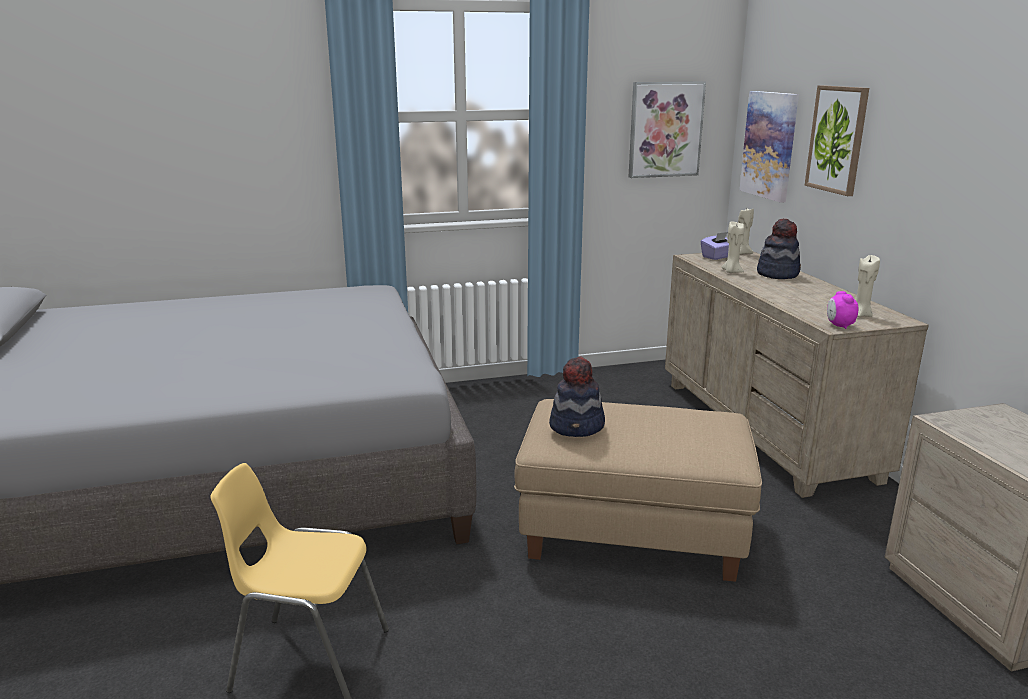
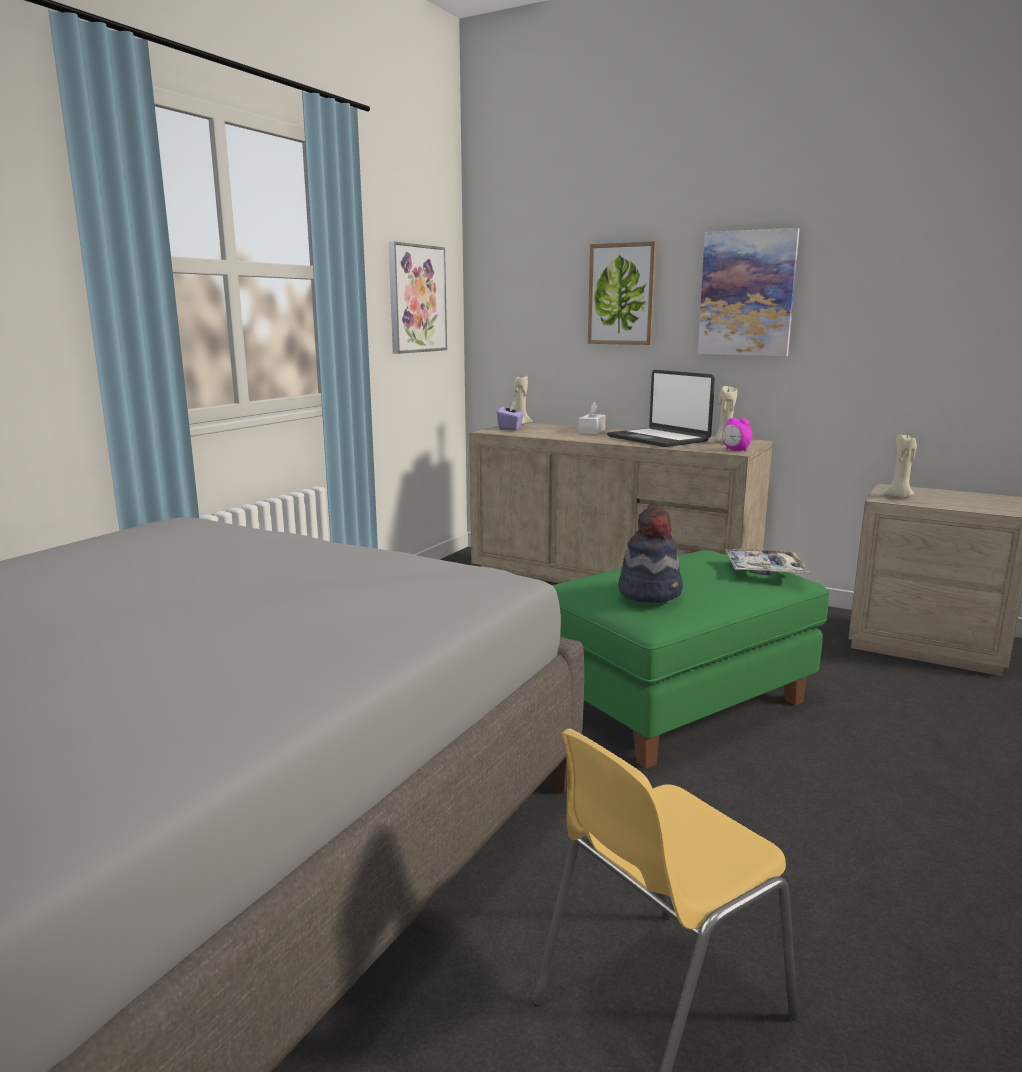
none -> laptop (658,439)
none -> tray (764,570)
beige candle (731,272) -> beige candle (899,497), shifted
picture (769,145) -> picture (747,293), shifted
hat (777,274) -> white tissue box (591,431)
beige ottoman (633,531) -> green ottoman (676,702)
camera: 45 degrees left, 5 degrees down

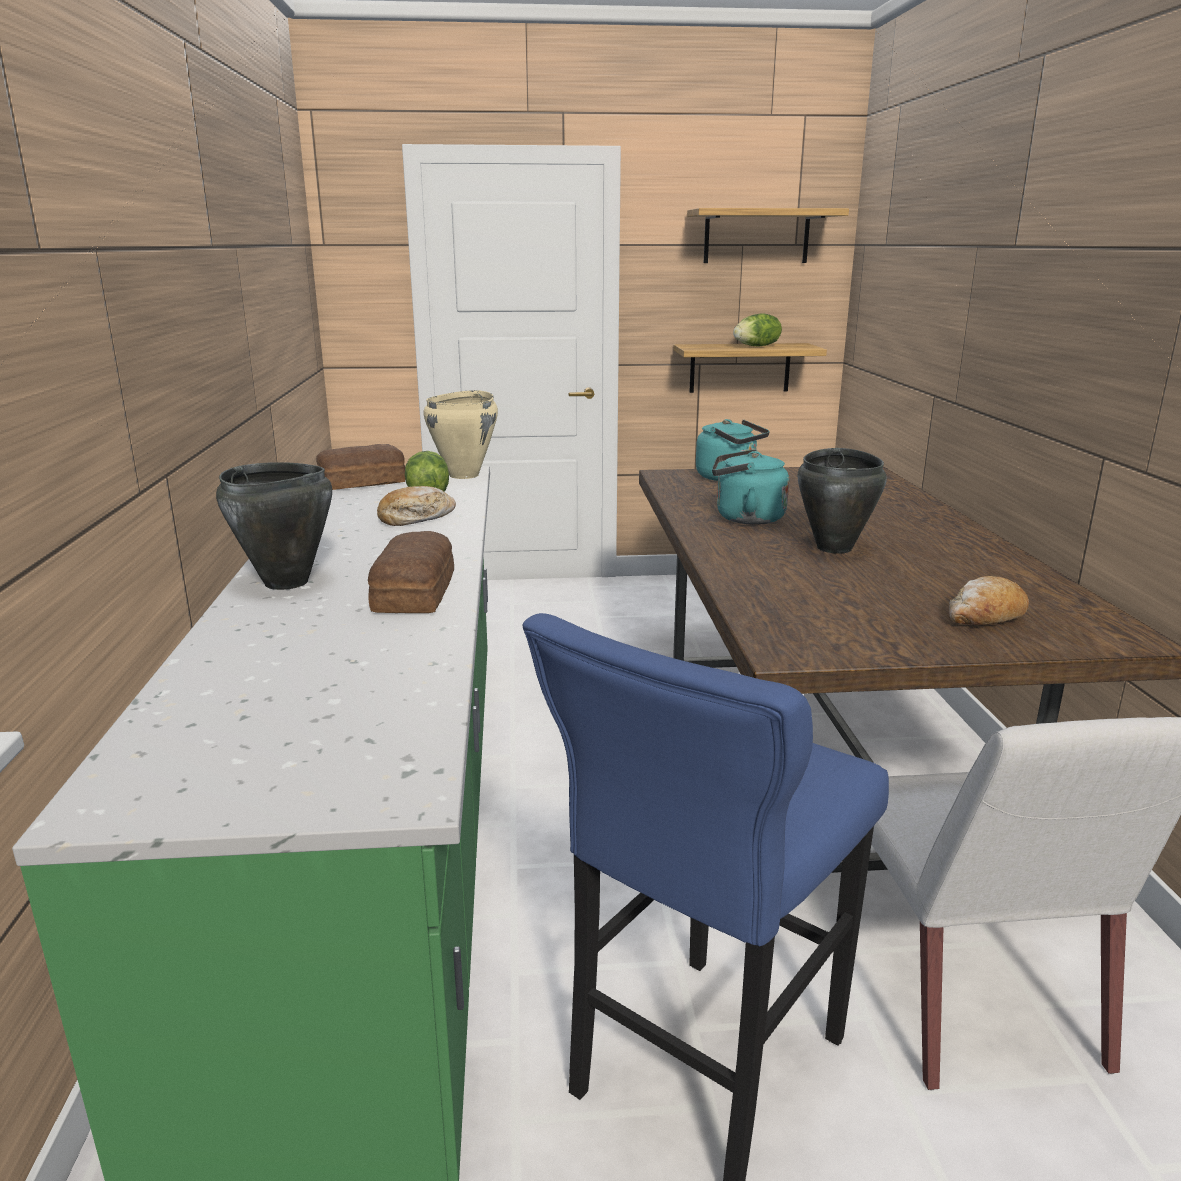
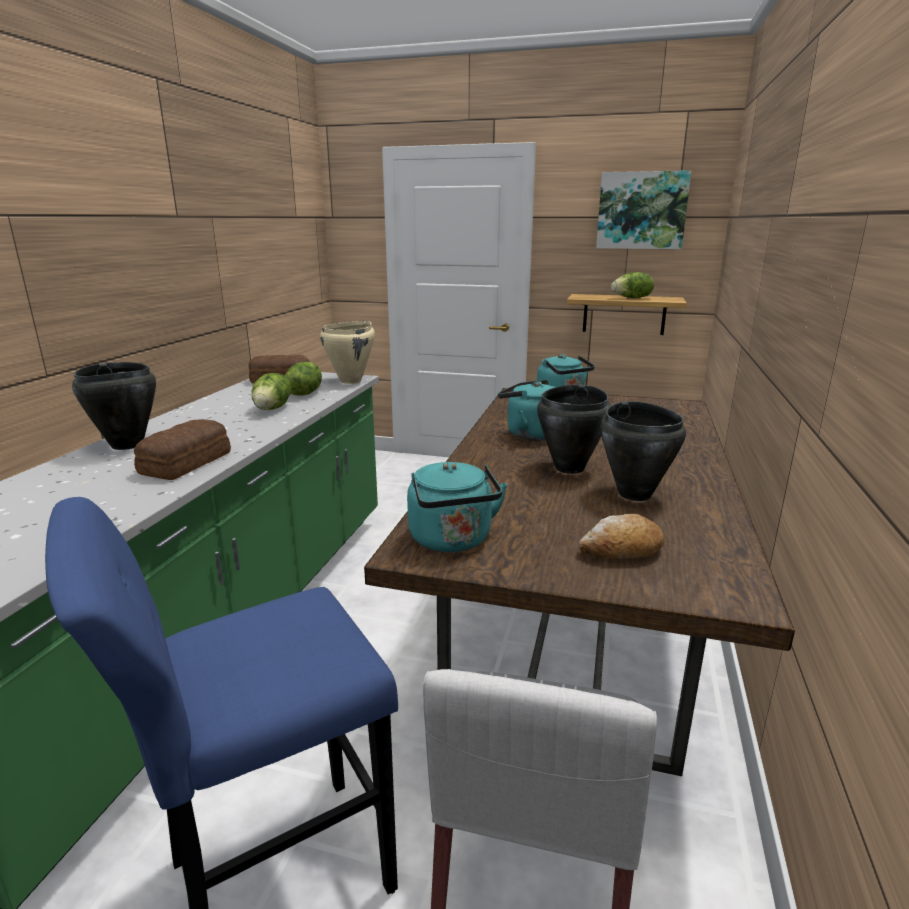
none -> turquoise kettle (452,541)
none -> black cooking pot (635,494)
bread (416,518) -> lettuce (273,408)
shelf (756,236) -> picture (641,210)
camera: 20 degrees right, 0 degrees up

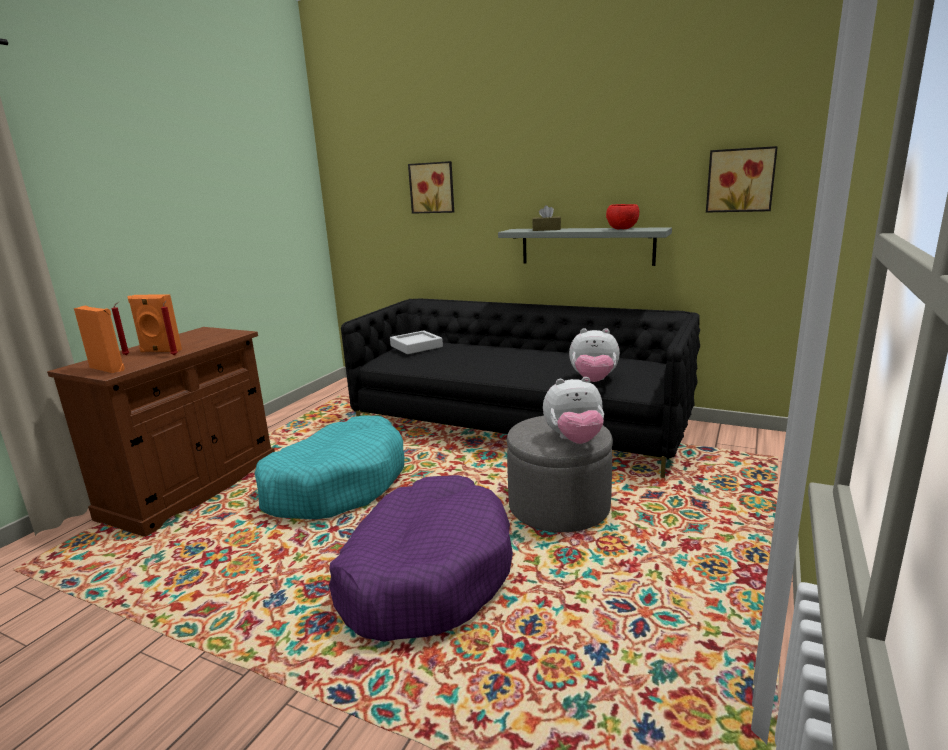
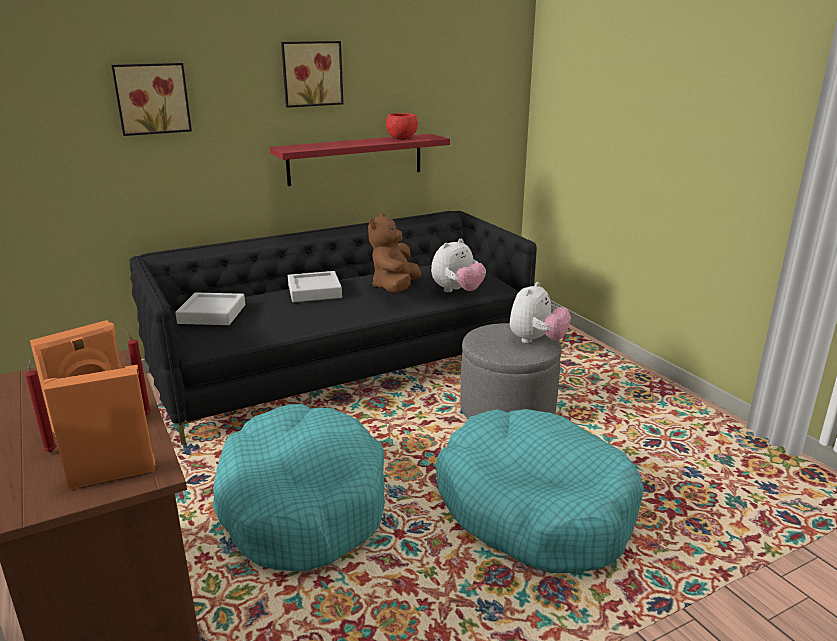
brown tissue box (546,229) -> none
none -> grey tray (314,291)
none -> brown plush toy (395,288)
picture (740,180) -> picture (311,73), shifted
purple dog bed (425,574) -> turquoise dog bed (534,507)
grey shelf (586,246) -> red shelf (355,159)
camera: 55 degrees left, 5 degrees up

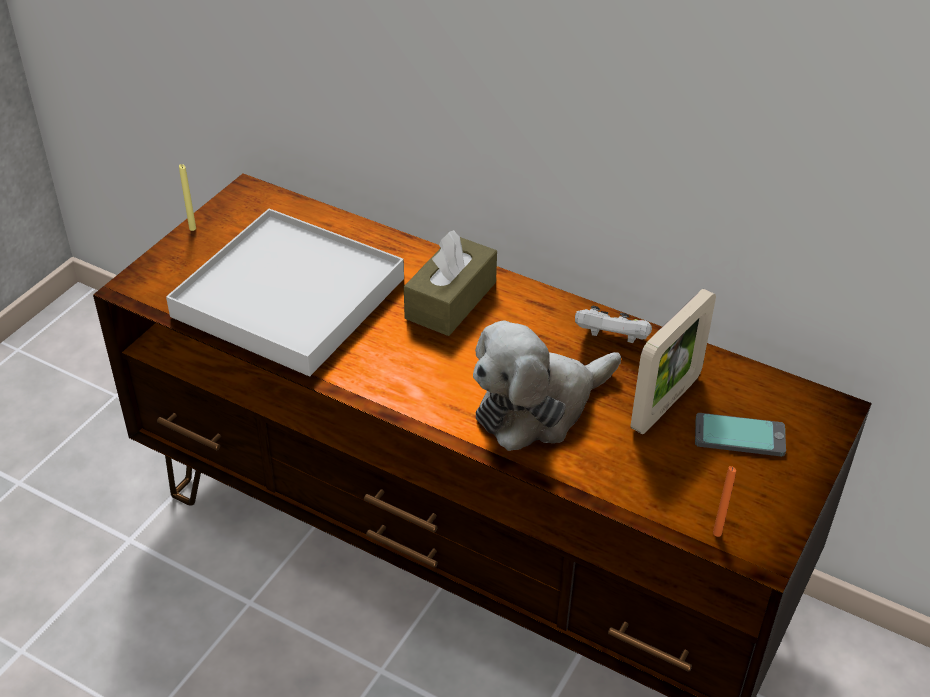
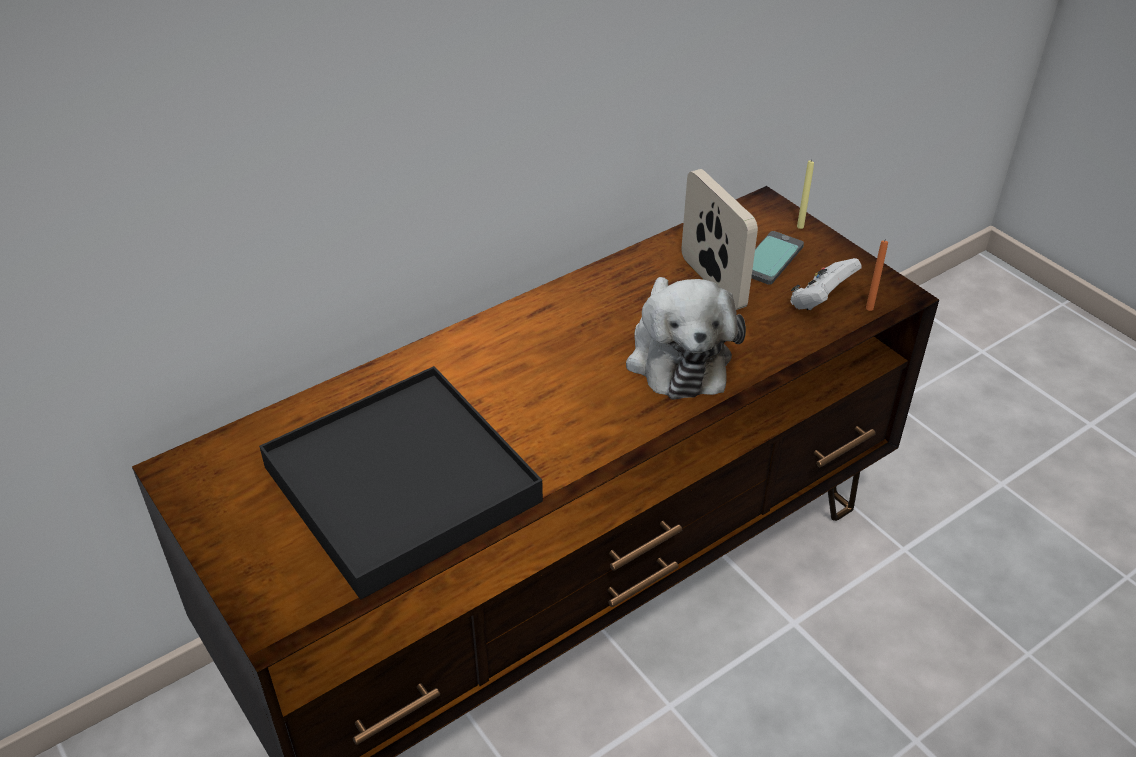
brown tissue box (451,300) -> none
yellow candle (192,228) -> yellow candle (800,226), shifted
white game controller (612,340) -> white game controller (820,301), shifted
white tray (288,297) -> black tray (401,485)
camera: 65 degrees left, 0 degrees up

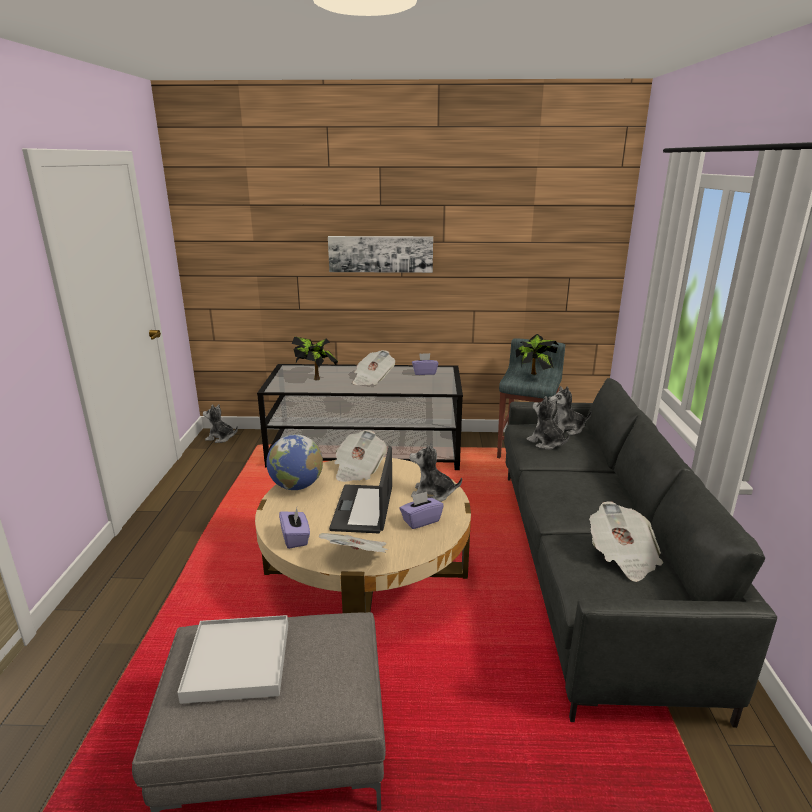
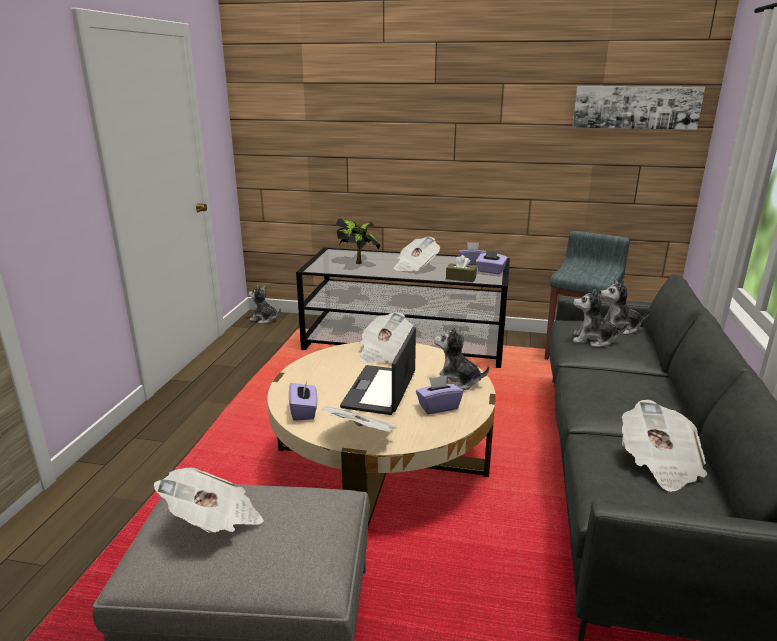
globe (296,486) -> none
potted plant (533,376) -> none
none -> brown tissue box (461,278)
none -> purple tissue box (490,271)
picture (380,254) -> picture (635,107), shifted
white tray (238,661) -> newspaper (214,521)
plush toy (546,443) -> plush toy (593,340), 45 degrees counterclockwise
camera: 10 degrees right, 0 degrees up

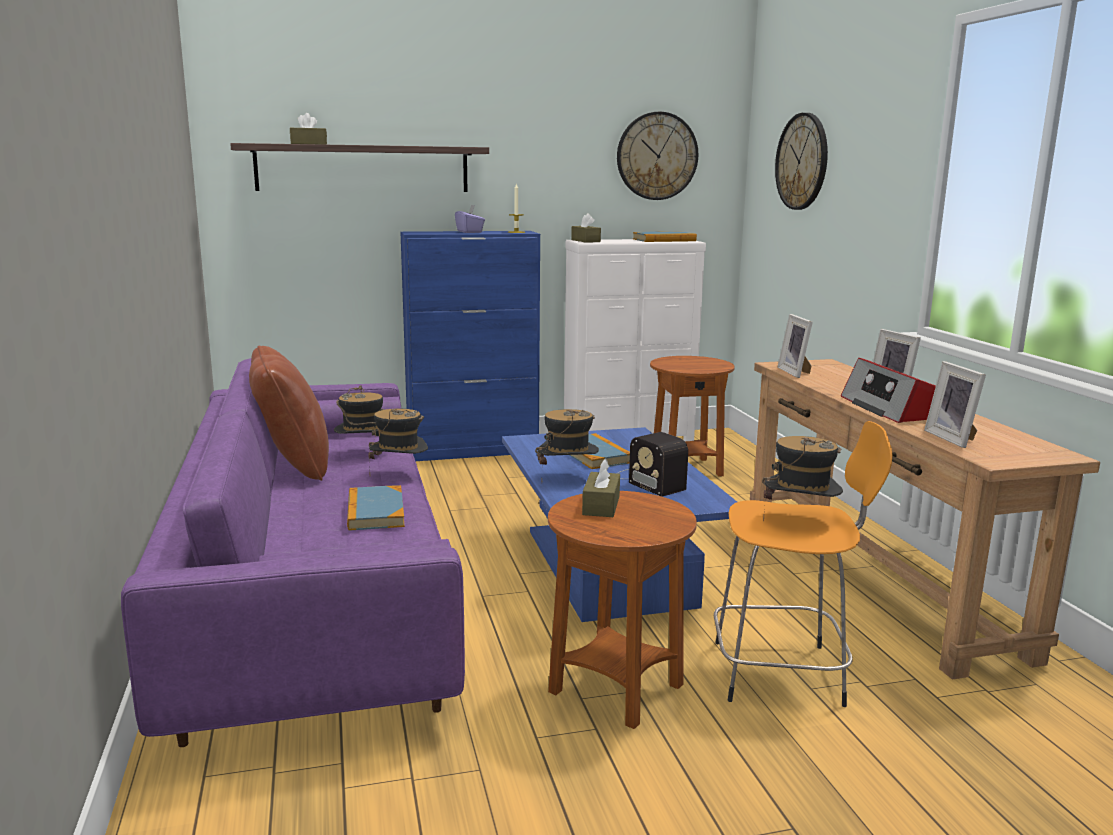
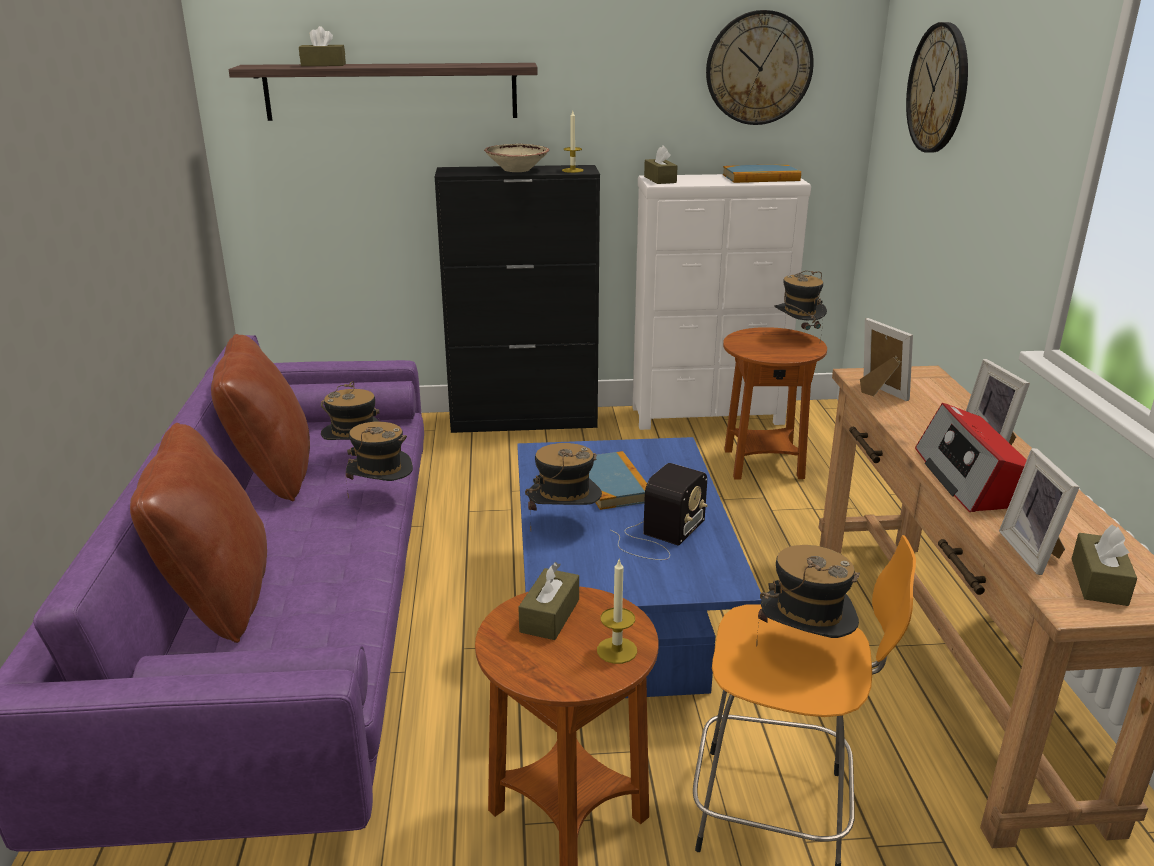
book (375,512) -> none
none -> brown pillow (219,598)
none -> candle (617,650)
none -> hat (797,336)
none -> brown tissue box (1099,582)
purple tissue box (470,232) -> beige bowl (517,170)
blue cabinet (474,451) -> black cabinet (524,420)
radio (647,480) -> radio (659,535), 120 degrees counterclockwise
picture frame (796,372) -> picture frame (878,393), 150 degrees clockwise
camera: 10 degrees right, 10 degrees up

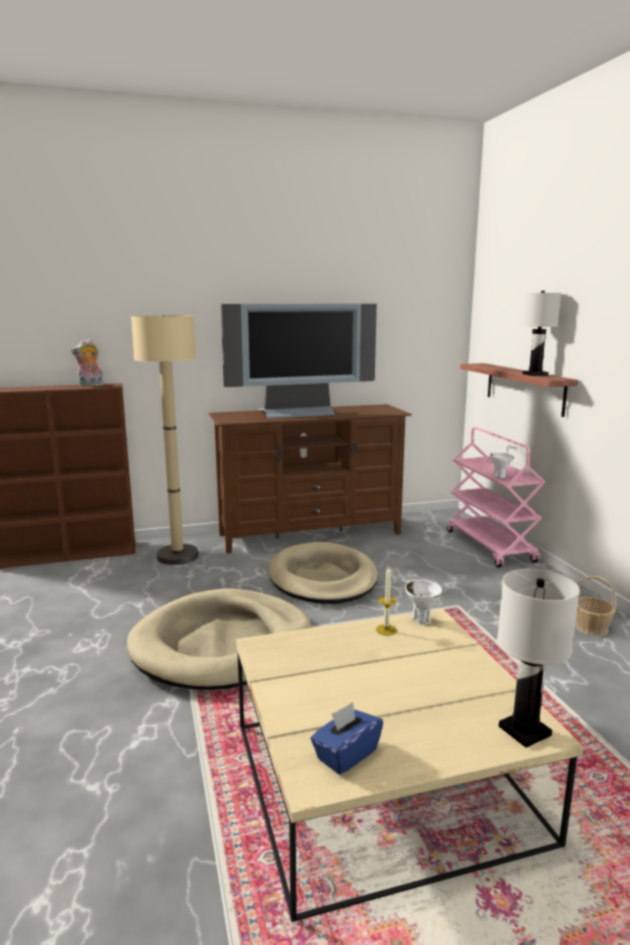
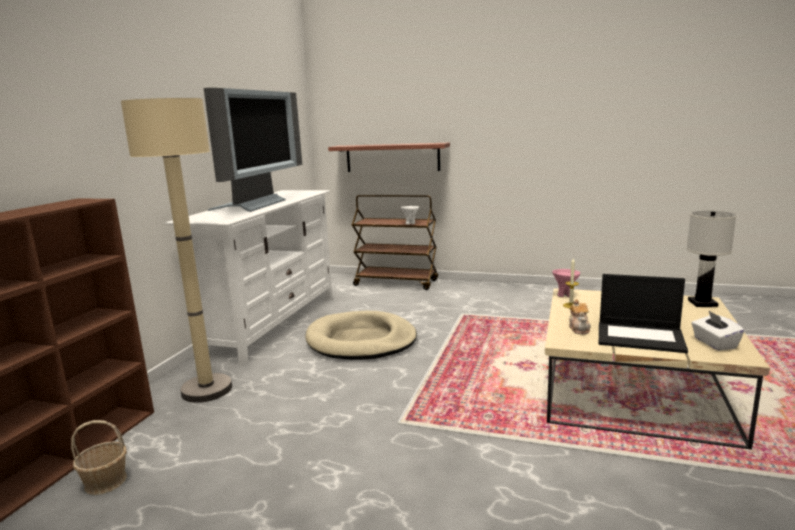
plush toy (90,385) -> none
beige dog bed (222,644) -> none
white table lamp (535,374) -> none
none -> teapot (579,328)
none -> laptop (641,337)
basket (591,628) -> basket (106,482), shifted
brown tv stand (310,533) -> white tv stand (272,324)
blue tissue box (346,754) -> white tissue box (714,343)
white bowl (421,619) -> pink bowl (564,295)
pink cart (490,546) -> brown cart (396,283)
camera: 55 degrees left, 0 degrees up

